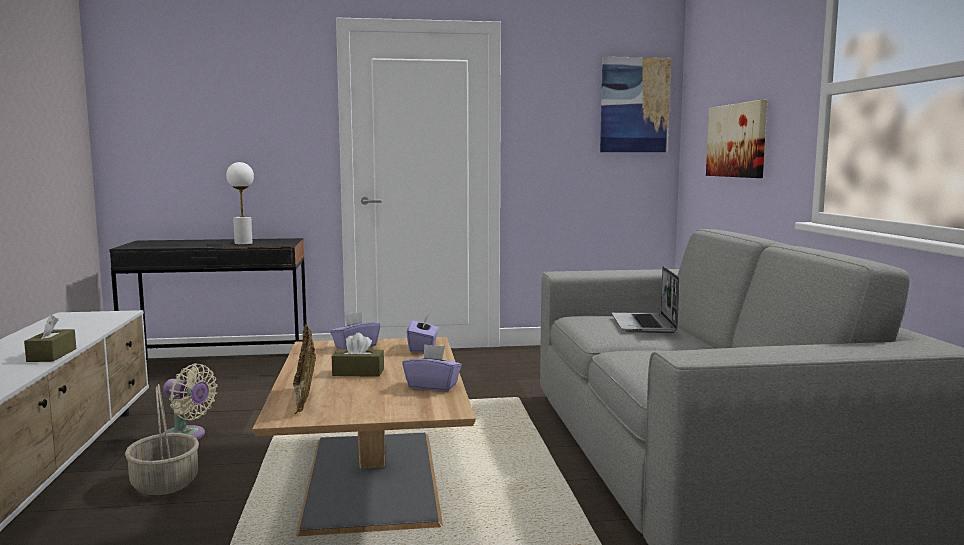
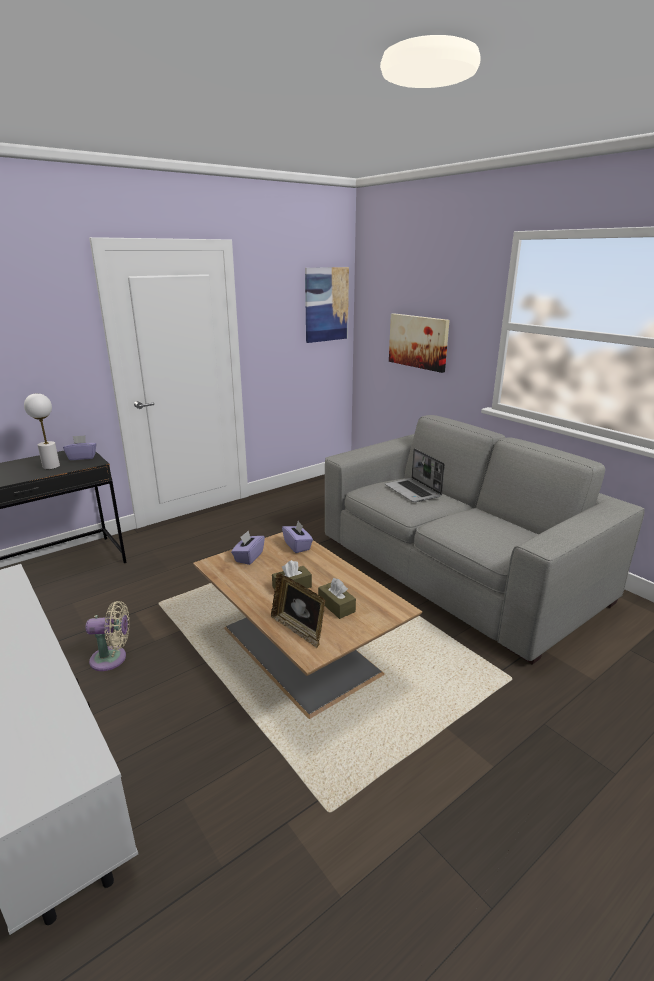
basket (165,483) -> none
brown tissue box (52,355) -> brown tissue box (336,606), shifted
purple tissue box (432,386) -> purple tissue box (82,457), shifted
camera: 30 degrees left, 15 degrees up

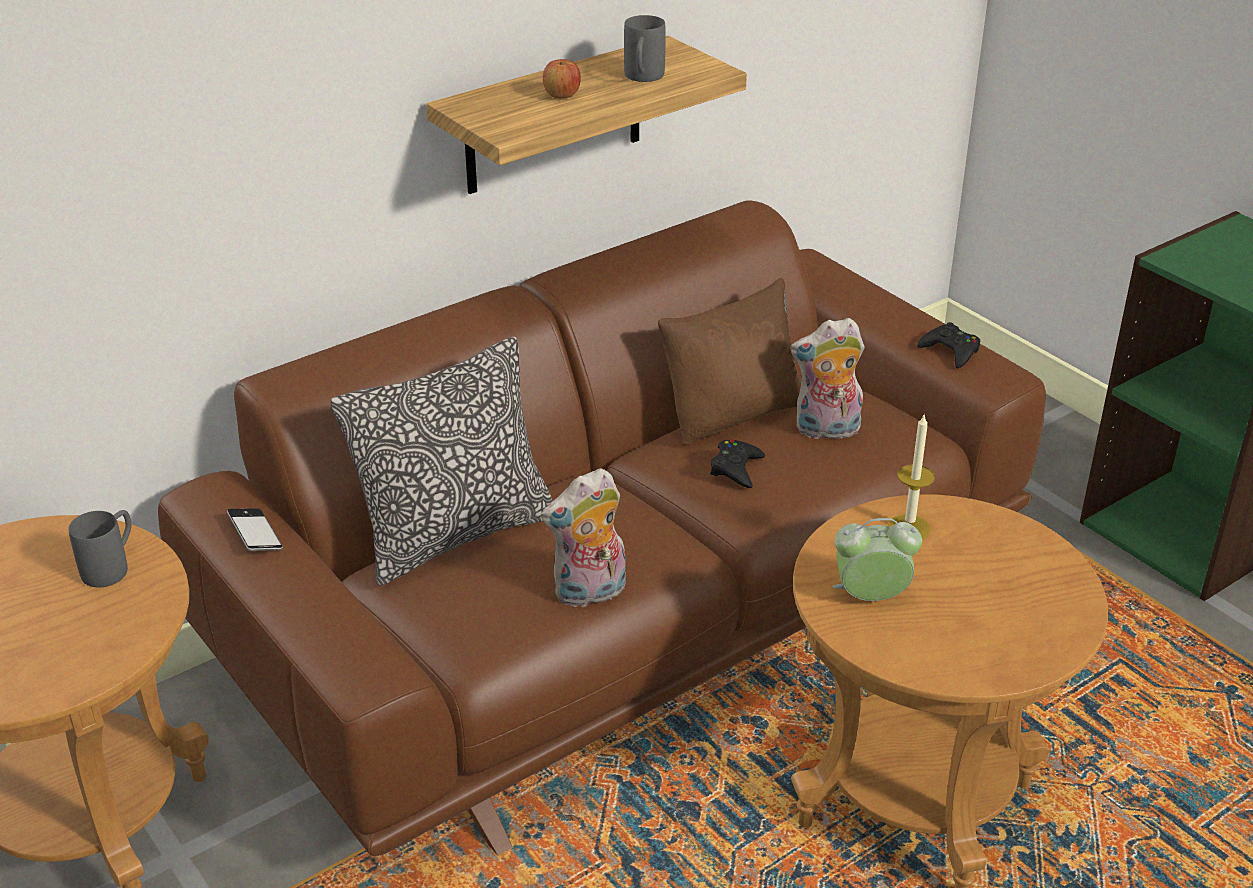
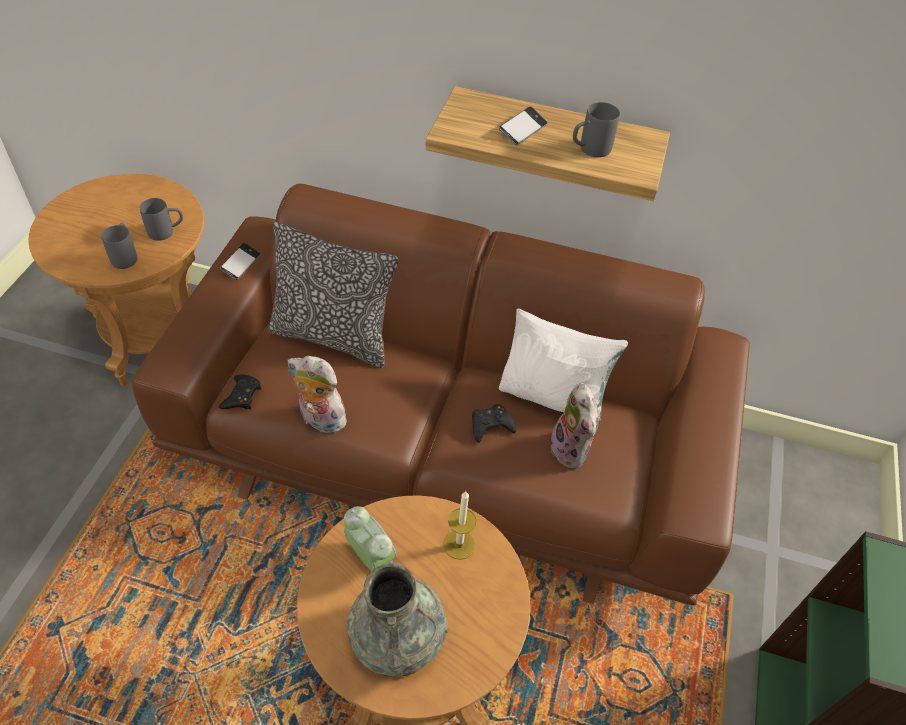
none -> grey mug (125,255)
none -> grey vase (397,638)
black game controller (951,351) -> black game controller (241,396), shifted
apple (562,96) -> phone (522,130)
brown pillow (733,414) -> white pillow (553,396)
plush toy (826,431) -> plush toy (572,450), 150 degrees counterclockwise
camera: 50 degrees right, 15 degrees up

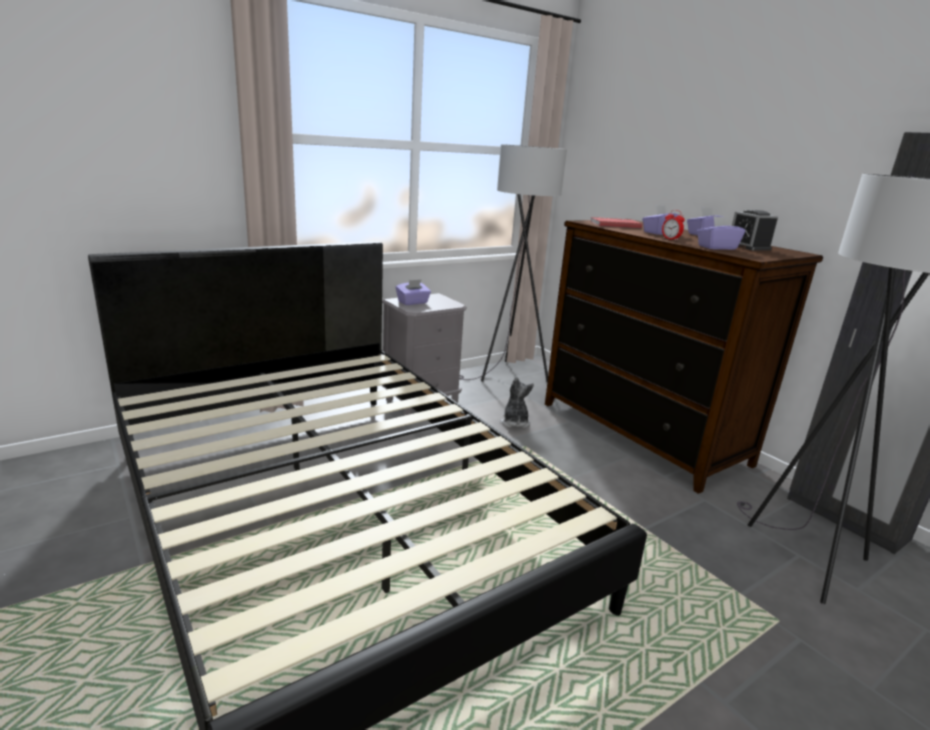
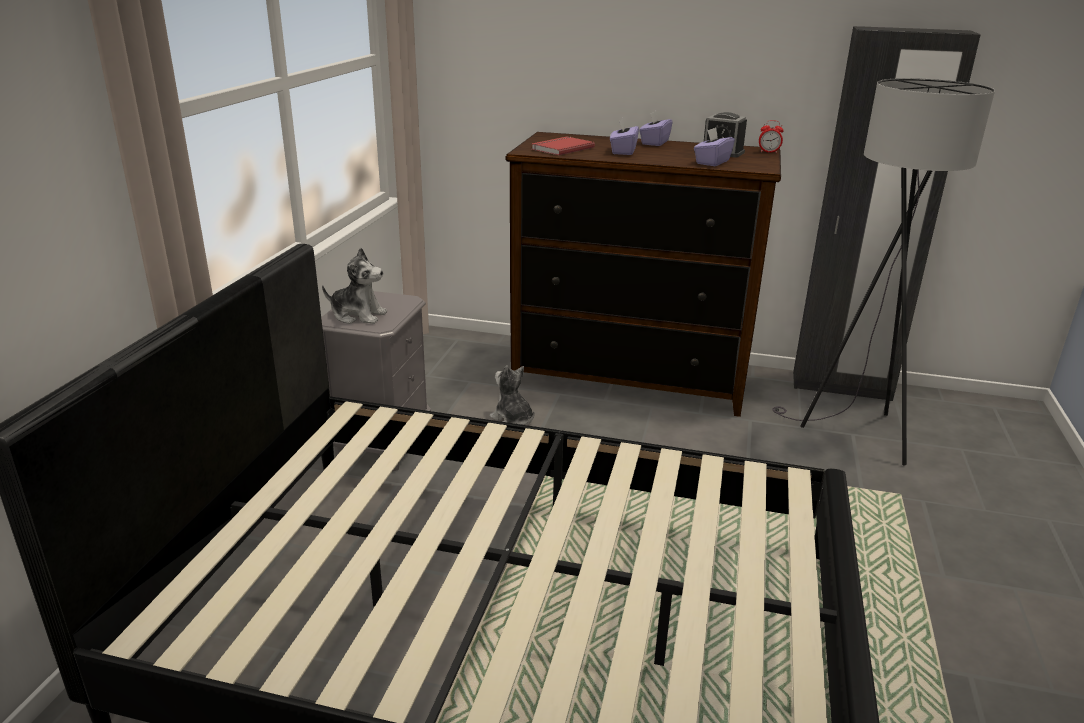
grey floor lamp (507,376) -> none
alarm clock (670,239) -> alarm clock (768,152), shifted
purple tissue box (413,302) -> plush toy (358,315)
camera: 40 degrees left, 5 degrees up

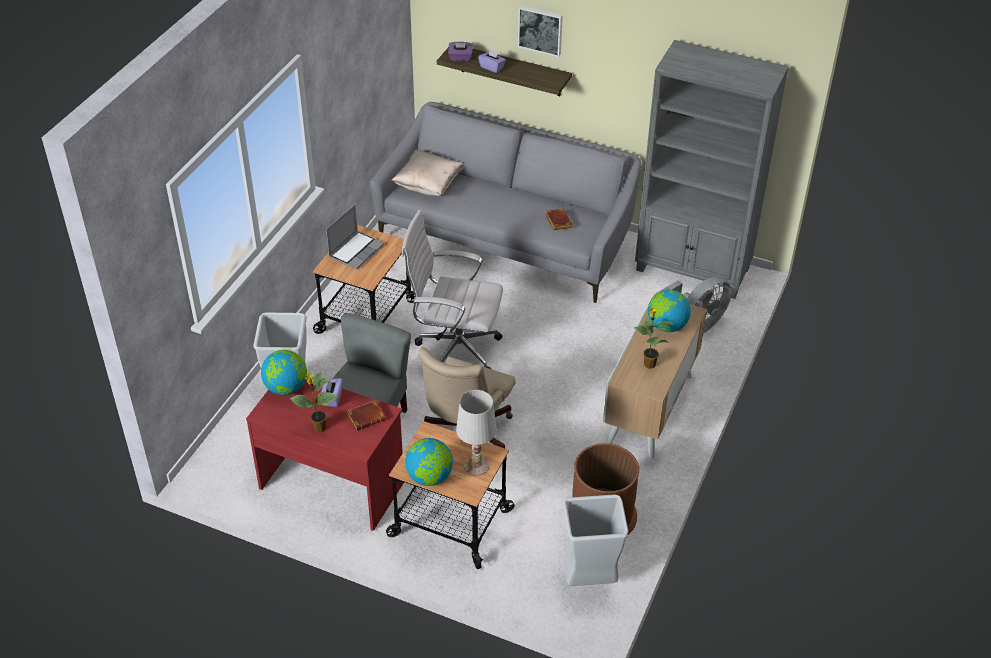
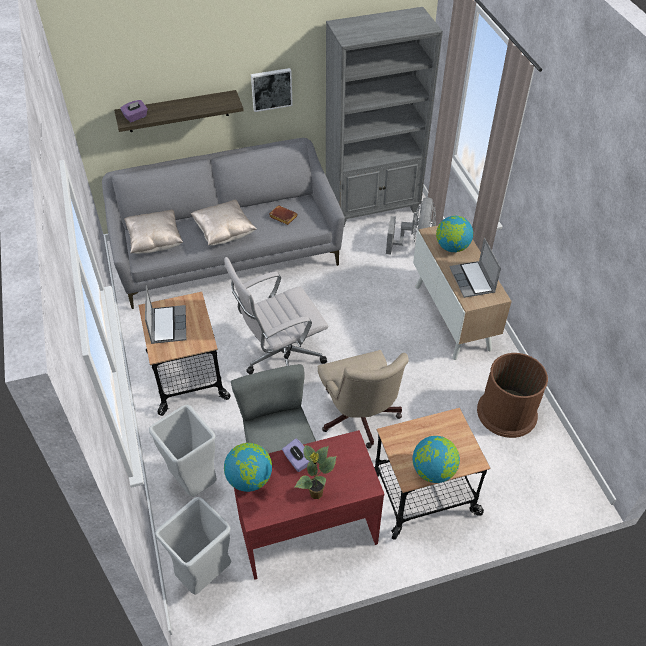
brown book (366,417) -> none
white table lamp (476,466) -> none
purple tissue box (492,67) -> none
none -> beige pillow (224,233)
picture (540,29) -> picture (271,89), shifted
grey trash can (588,581) -> grey trash can (204,575), shifted
potted plant (649,364) -> laptop (473,280)
camera: 40 degrees left, 5 degrees up

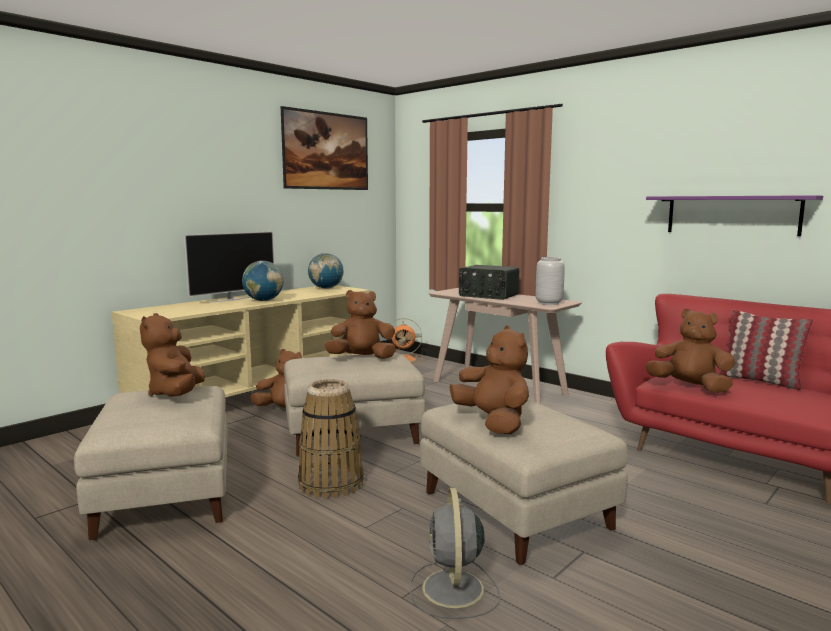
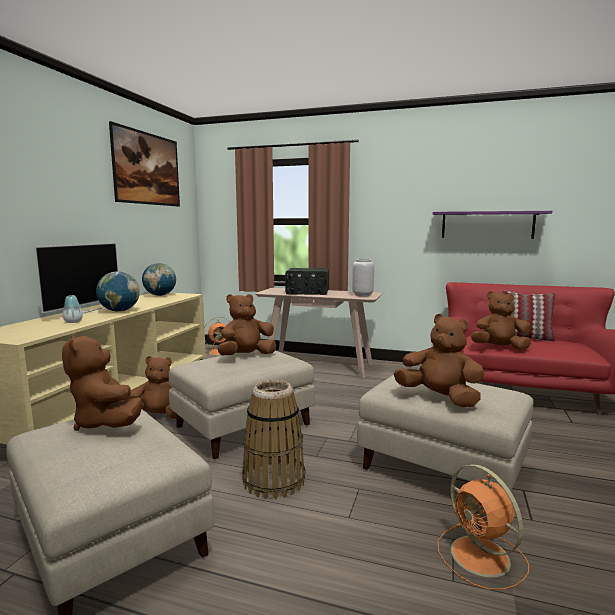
none -> vase (73,322)
grey fan (453,590) -> orange fan (482,557)
camera: 25 degrees left, 0 degrees up

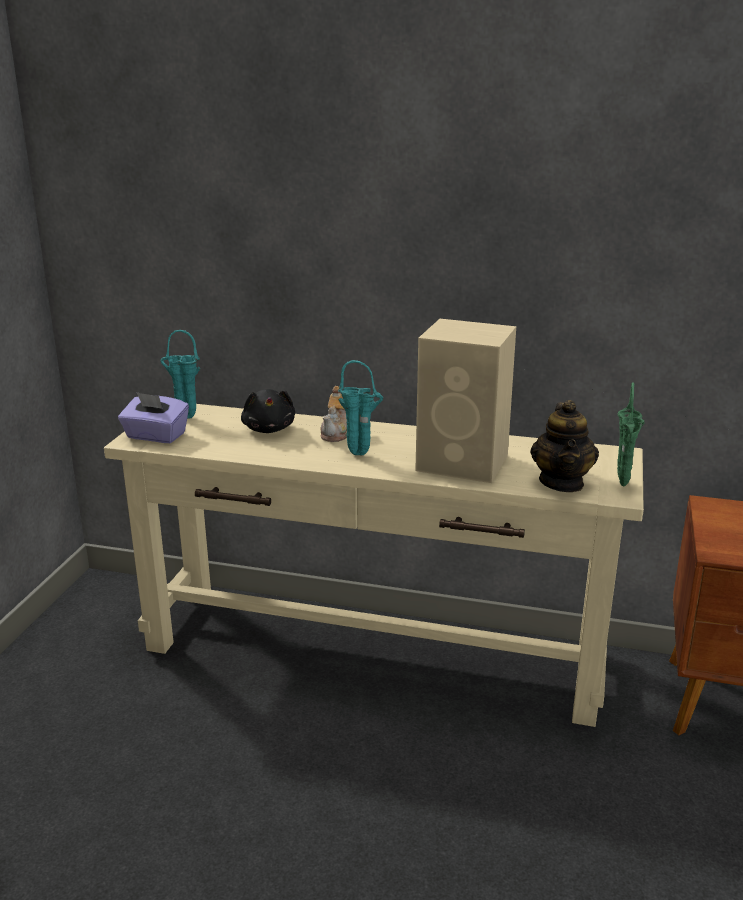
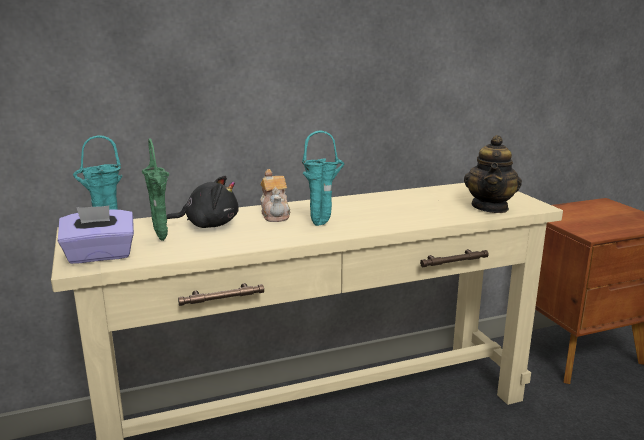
beige speaker (464,463) -> none
green vase (622,485) -> green vase (162,240), shifted
black plush toy (269,429) -> black plush toy (208,225), 45 degrees counterclockwise
teapot (562,482) -> teapot (490,207), 45 degrees clockwise
camera: 35 degrees left, 5 degrees down

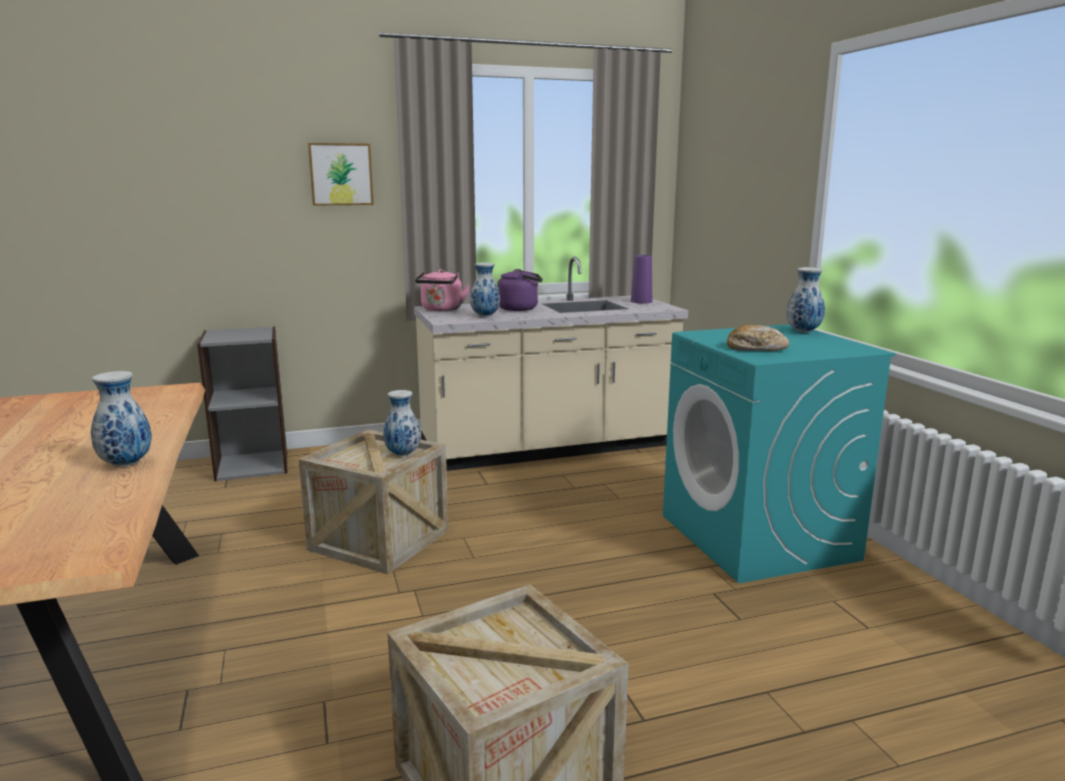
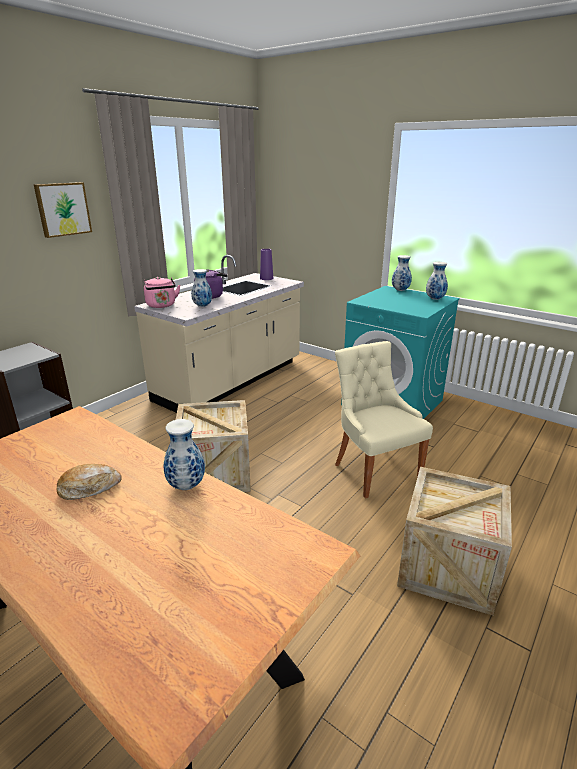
none -> beige chair (374,470)
vase (403,454) -> vase (435,299), shifted
bread (755,348) -> bread (89,488), shifted
camera: 35 degrees left, 10 degrees up

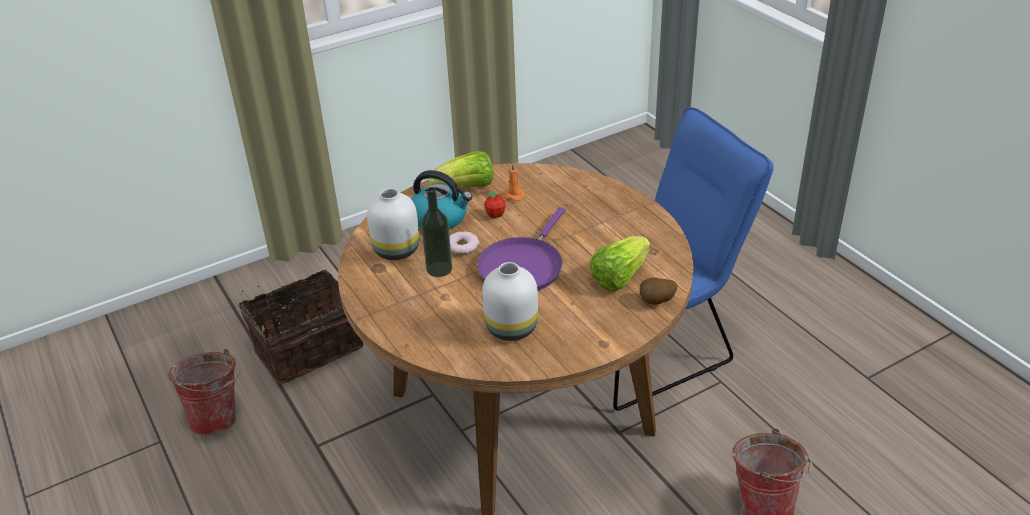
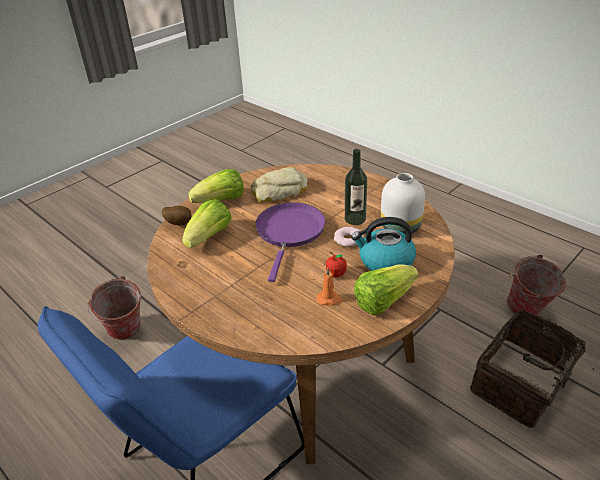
none -> lettuce (221,201)
white vase (512,329) -> bread (279,191)
camera: 165 degrees right, 0 degrees up

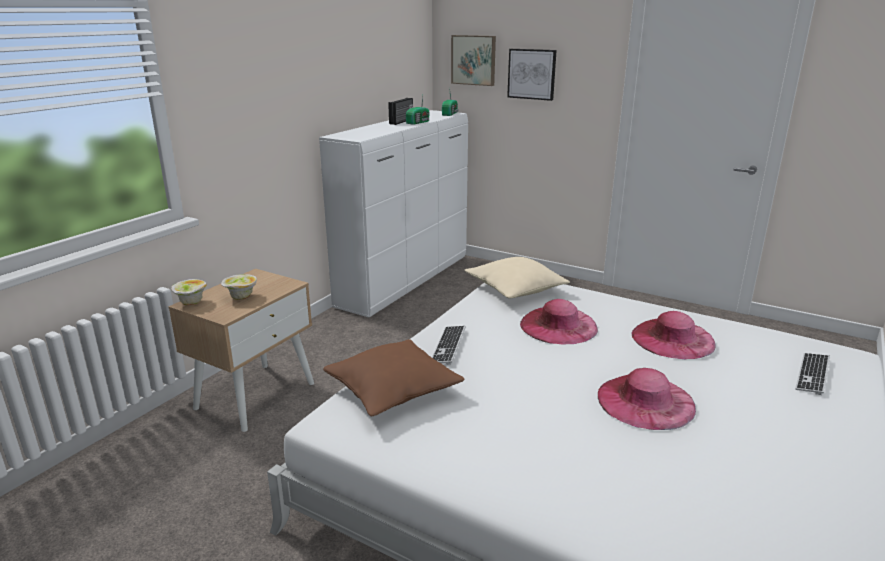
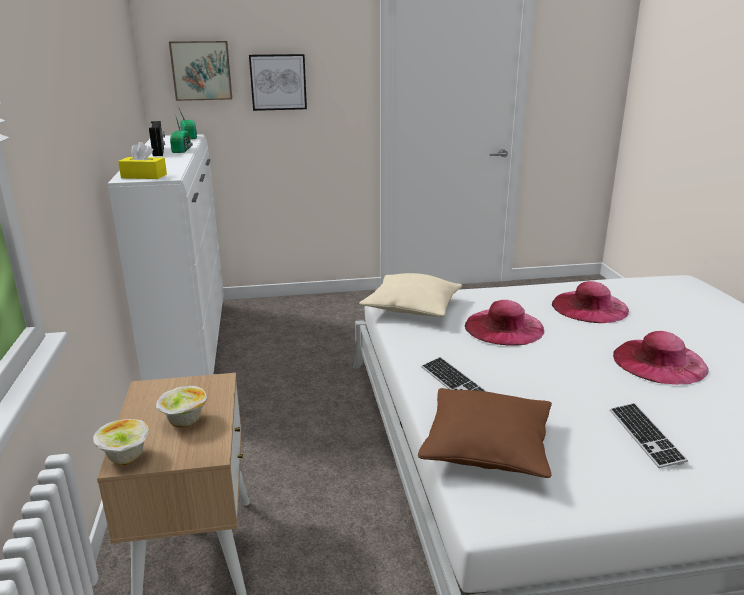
none -> yellow tissue box (144,176)
keyboard (812,374) -> keyboard (645,436), shifted
camera: 40 degrees left, 0 degrees up

